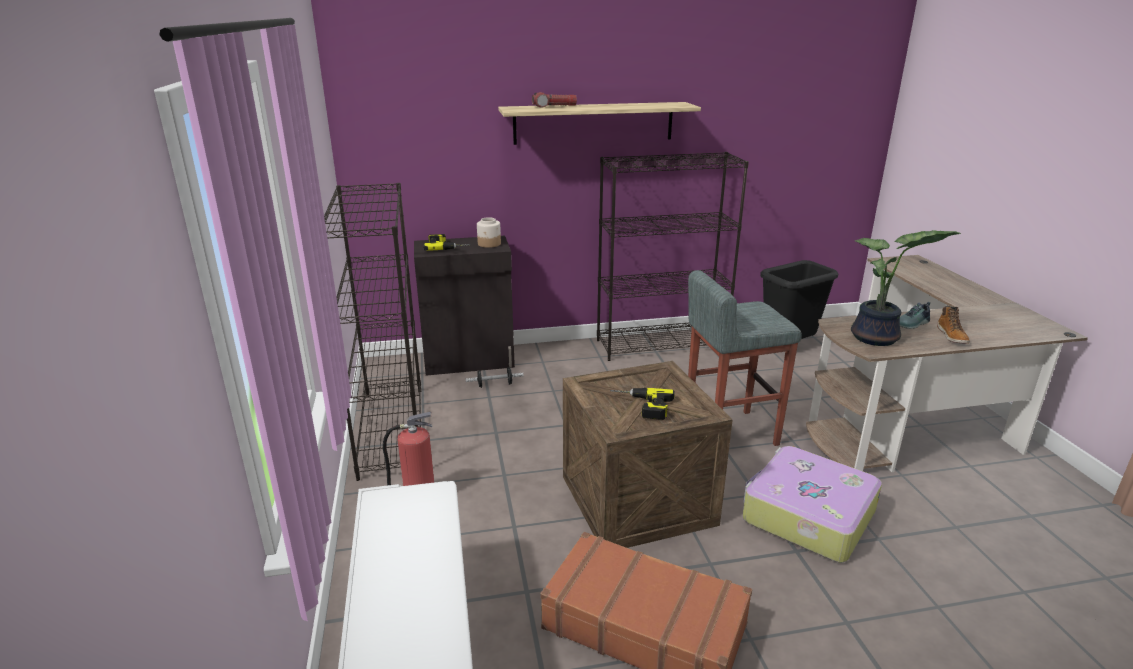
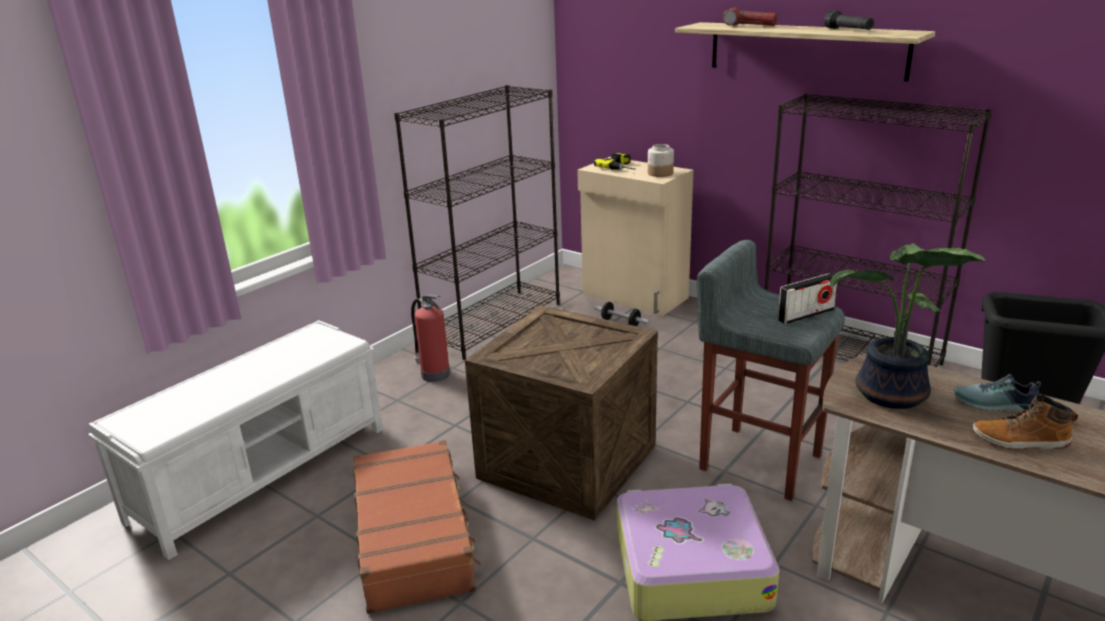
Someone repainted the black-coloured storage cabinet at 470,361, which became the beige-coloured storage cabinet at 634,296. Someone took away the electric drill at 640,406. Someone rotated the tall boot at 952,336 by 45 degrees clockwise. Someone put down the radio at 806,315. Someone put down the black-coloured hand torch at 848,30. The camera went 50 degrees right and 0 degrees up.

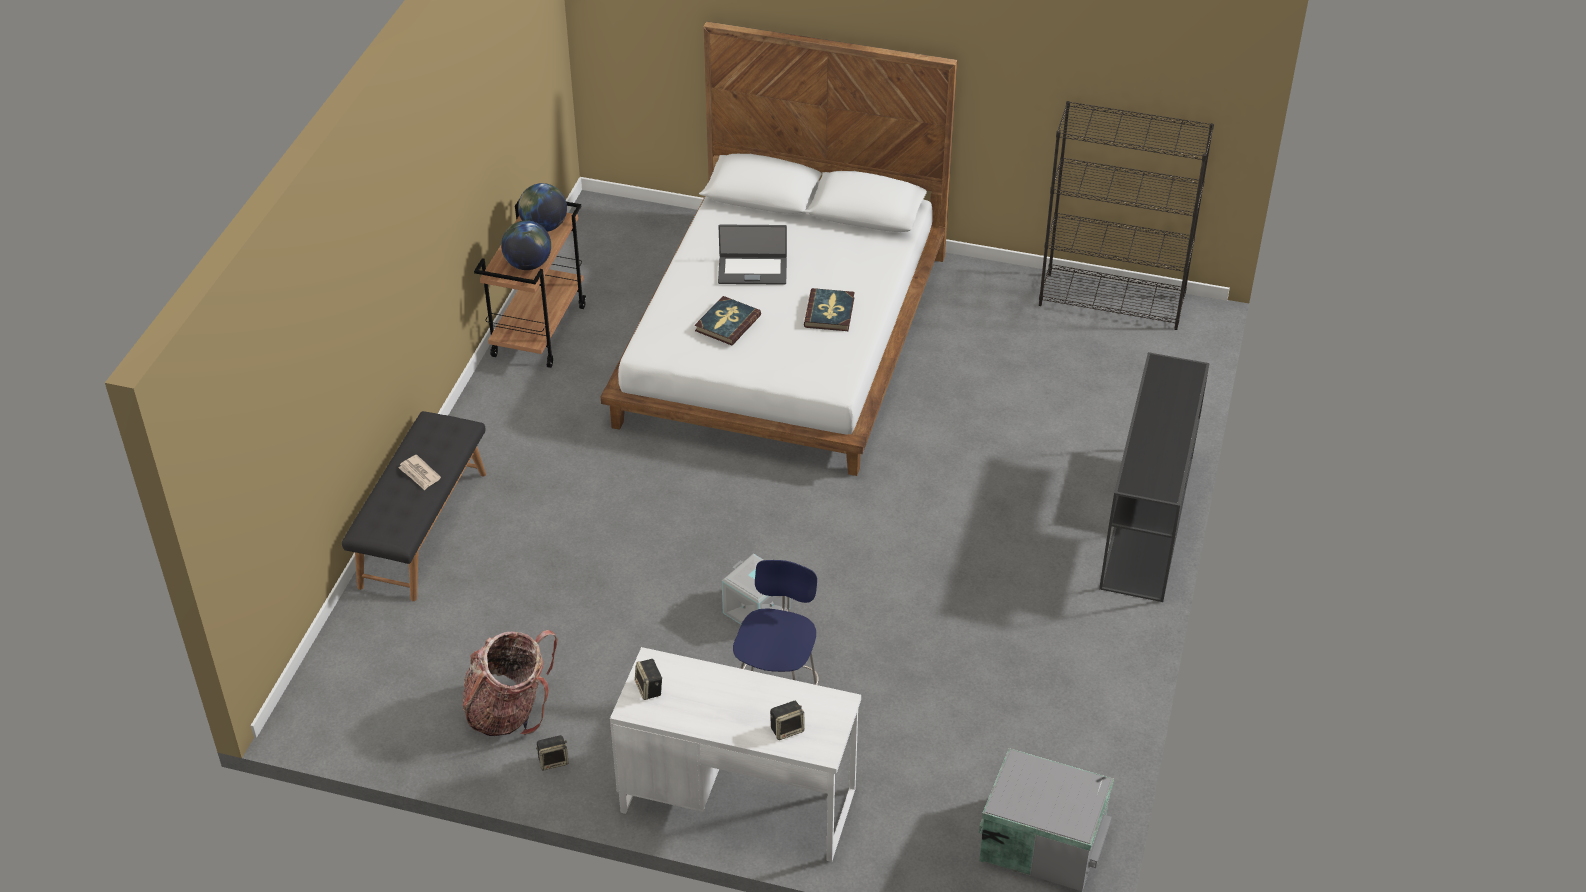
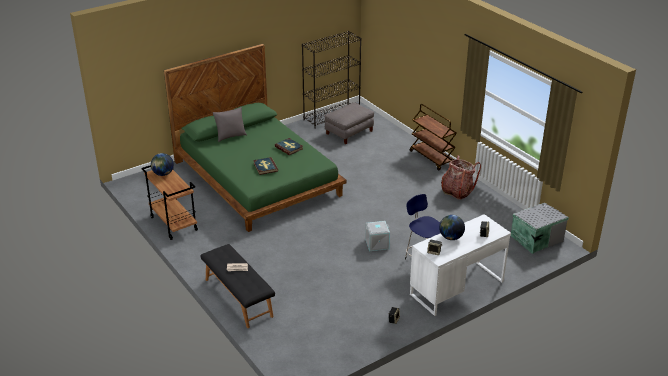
Someone carried the backpack from 510,711 to 457,192. Someone carried the desk globe from 528,264 to 450,237. Someone repainted the white-coloured sleeping bed at 783,339, which became the green-coloured sleeping bed at 258,178. Someone took away the portable computer at 752,270. Someone swapped the black-coloured console table at 1147,523 for the brown-coloured cart at 432,158. Someone put down the greyish throw pillow at 230,136. Someone put down the greyish pouffe at 349,132. The camera went 50 degrees left and 10 degrees down.

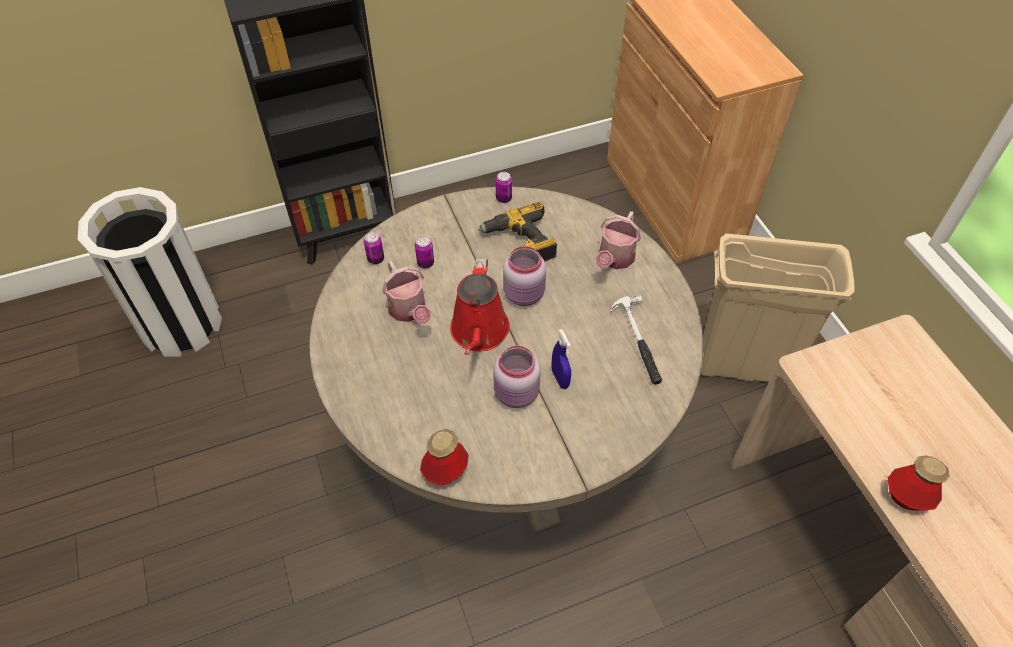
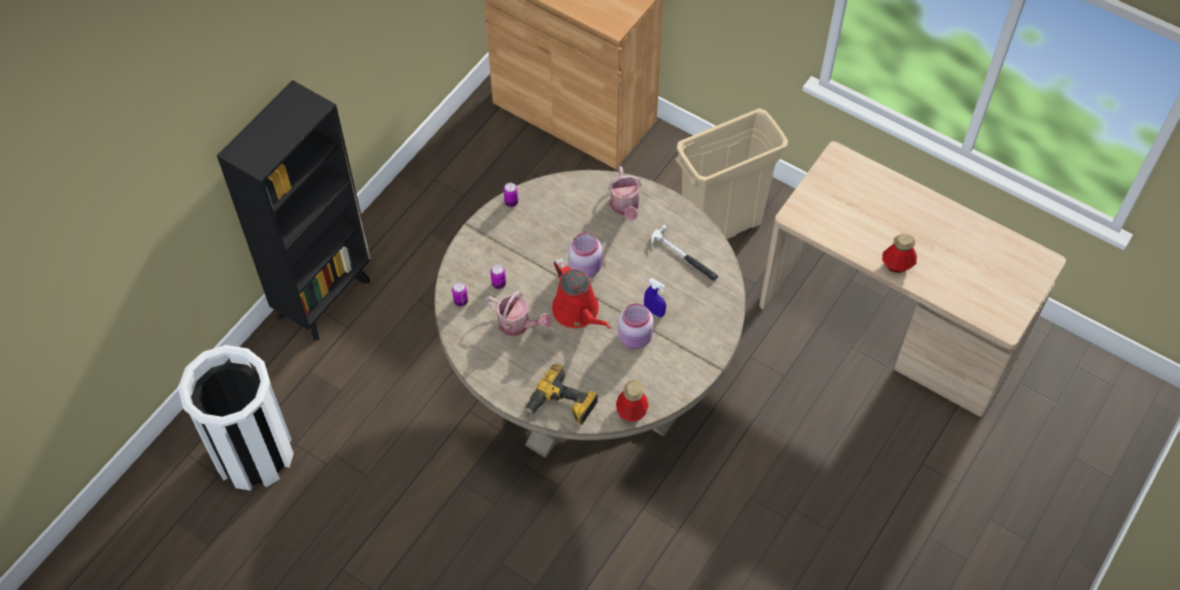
Someone carried the electric drill from 521,243 to 561,405. The camera went 35 degrees left and 5 degrees up.

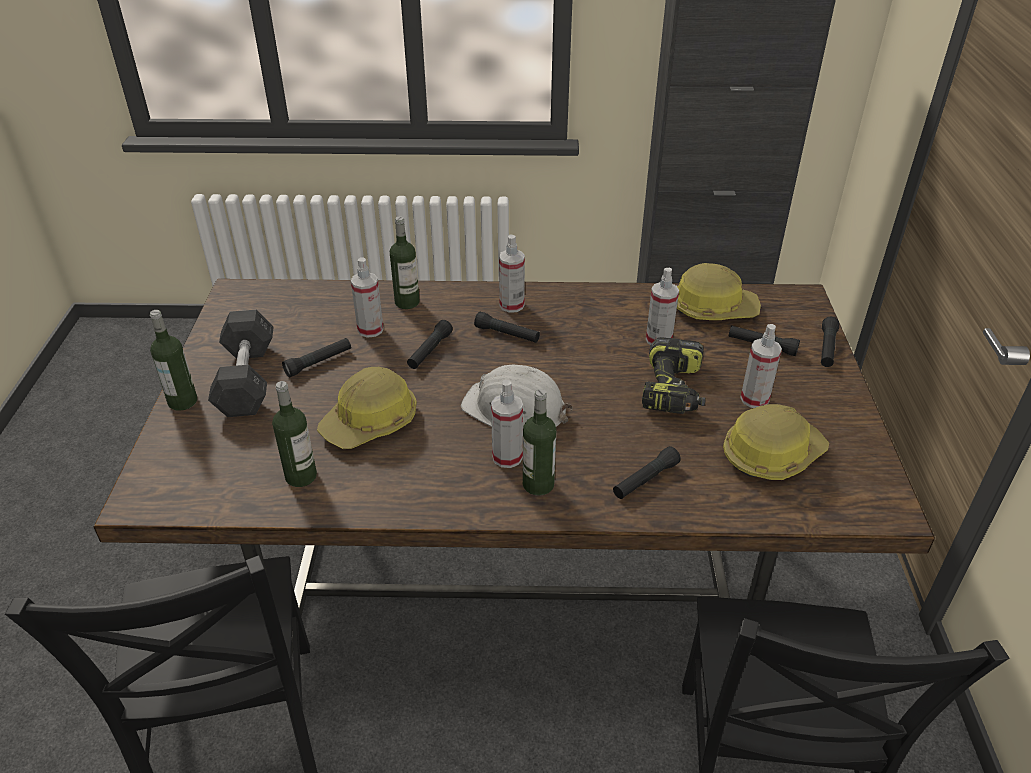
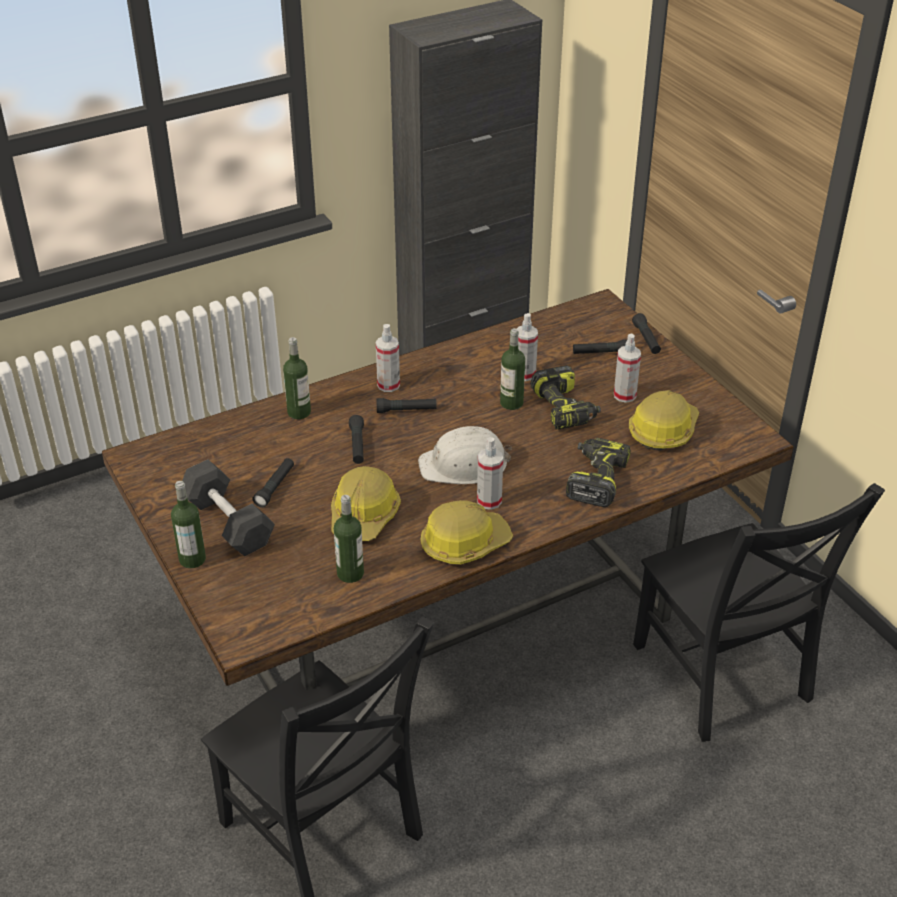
Someone took away the spray bottle at 370,329. Someone carried the bottle from 538,484 to 511,403. Someone swapped the black-coloured hand torch at 645,480 for the electric drill at 595,479. Someone carried the safety helmet from 712,308 to 464,543. The camera went 30 degrees left and 0 degrees up.

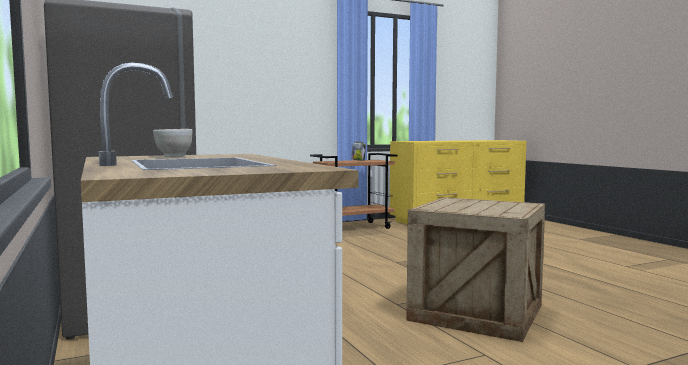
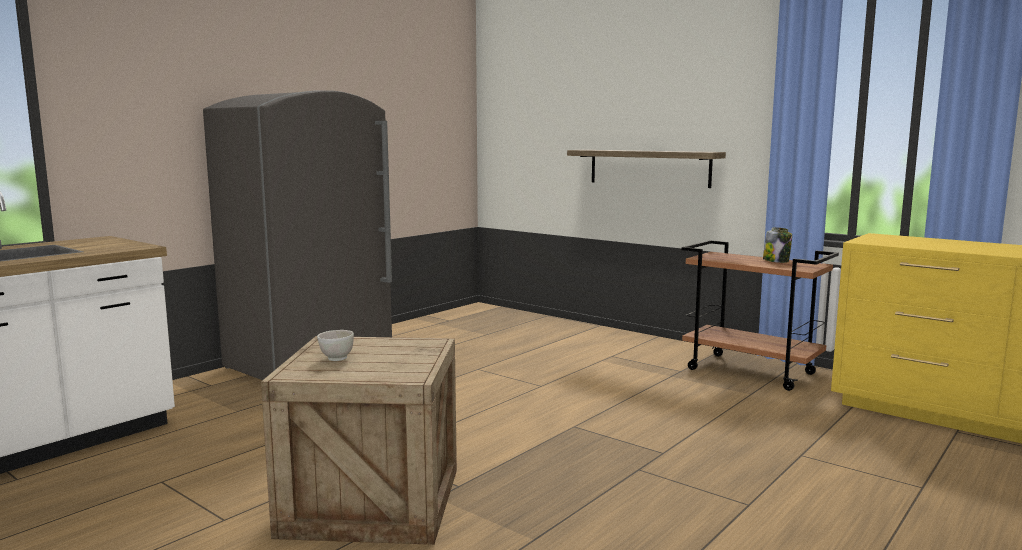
Someone carried the white-coloured deep dish from 173,156 to 336,358. Someone put up the shelf at 649,167. The camera went 65 degrees right and 5 degrees up.

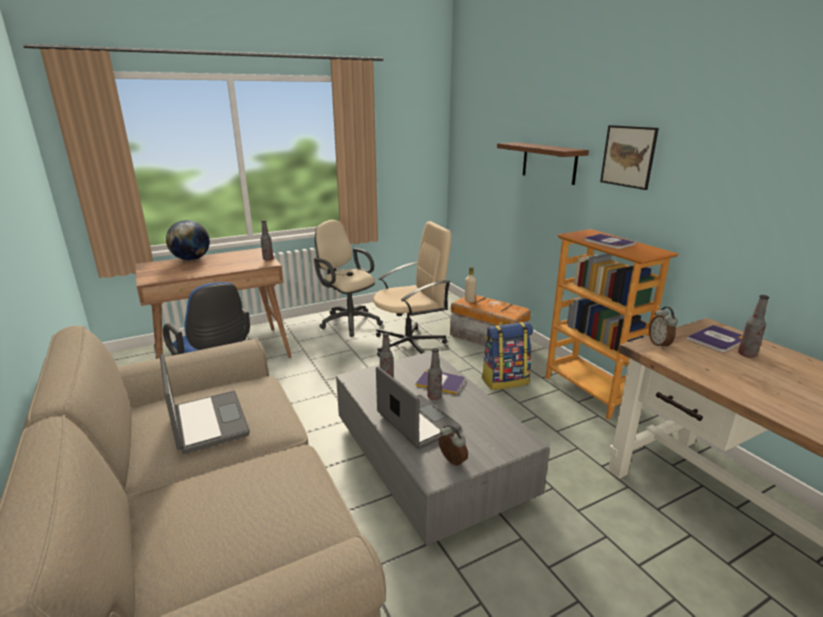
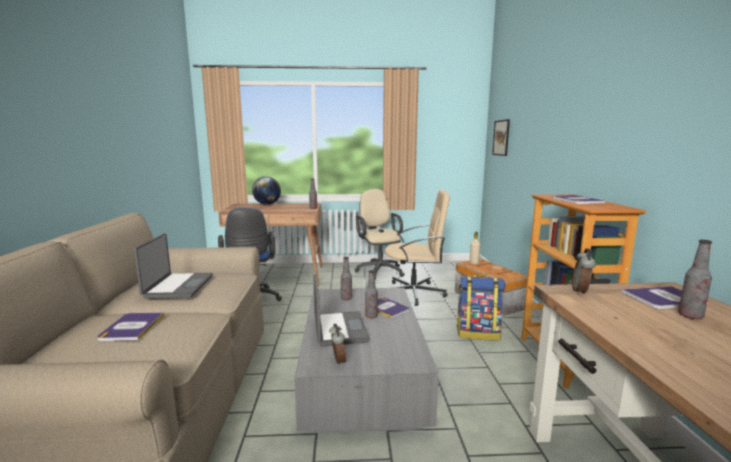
Someone took away the brown-coloured shelf at 549,163. Someone carried the picture from 628,156 to 501,137. Someone put down the volume at 132,327. The camera went 25 degrees right and 10 degrees down.

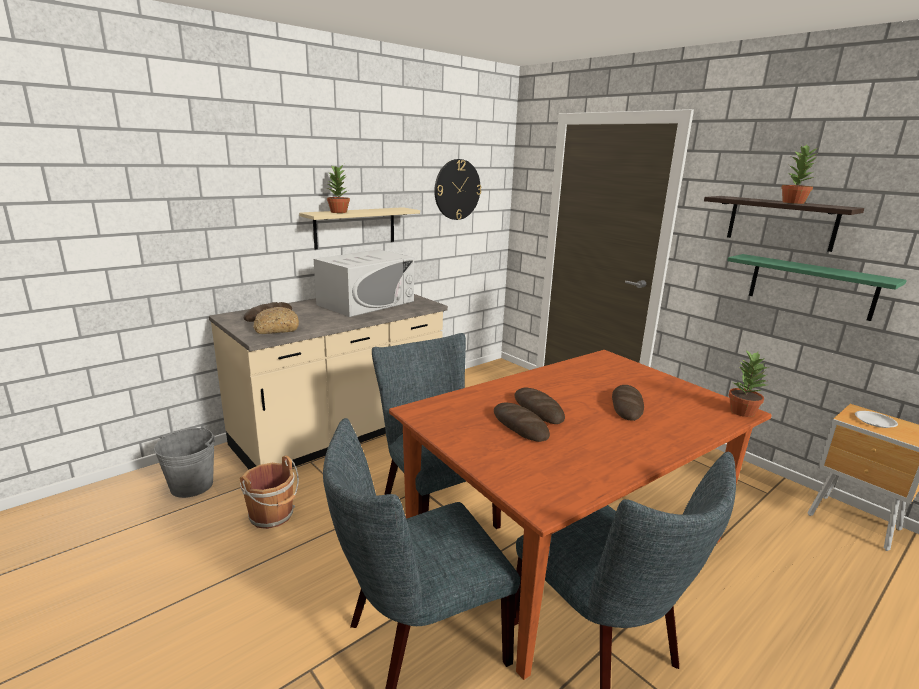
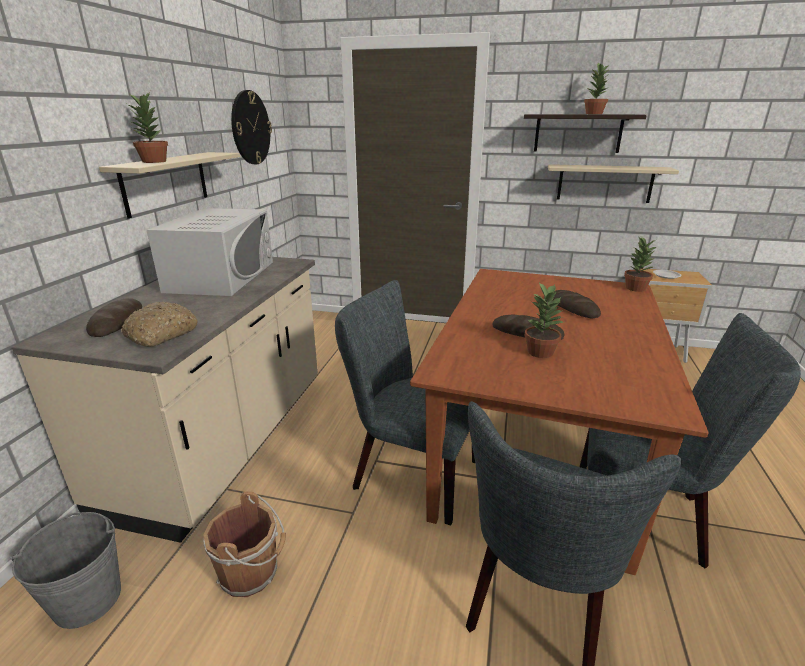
Someone swapped the bakery bread at 520,426 for the plant in a pot at 540,352. Someone repainted the green-coloured shelf at 811,286, which became the beige-coloured shelf at 604,183. The camera went 35 degrees left and 5 degrees up.

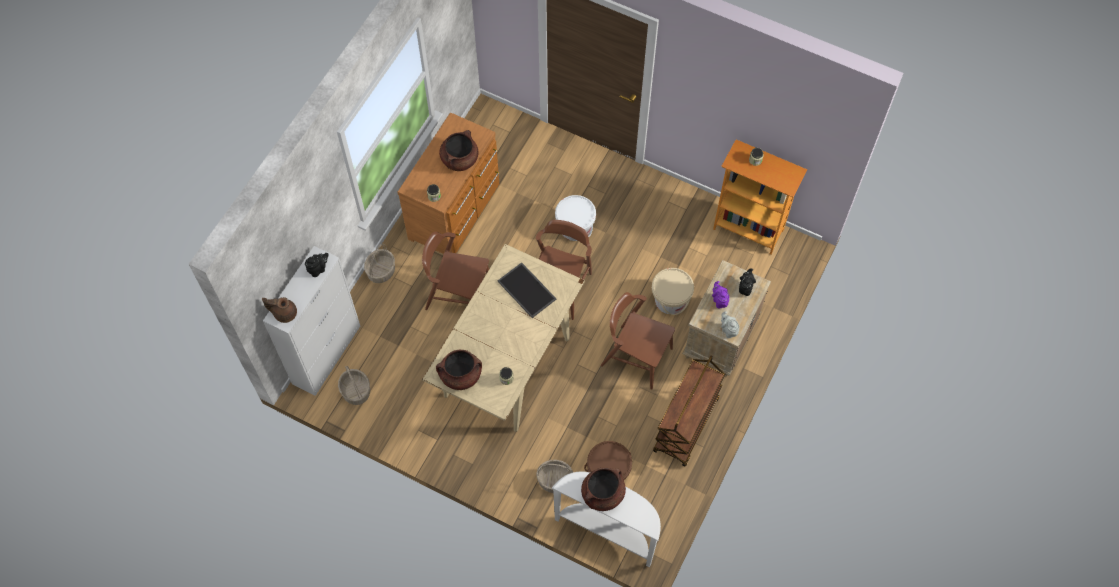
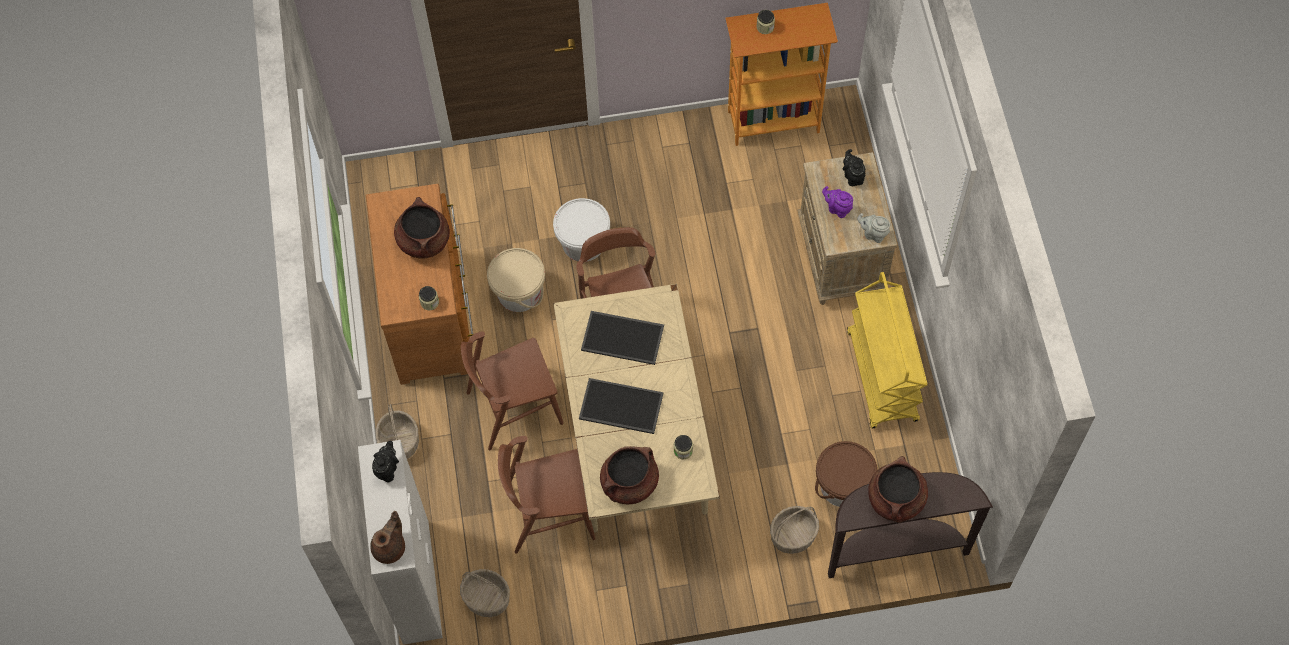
Someone rotated the brown-coloured tea pot at 284,313 by 150 degrees clockwise. Someone repainted the white-coloured console table at 607,531, which became the brown-coloured console table at 894,548. Someone carried the brown-coloured plain chair from 636,357 to 549,513. Someone carried the beige-coloured pail from 670,300 to 519,293. Someone repainted the brown-coloured cart at 686,426, which became the yellow-coloured cart at 882,377. Someone put down the tray at 620,407. The camera went 35 degrees left and 0 degrees up.

